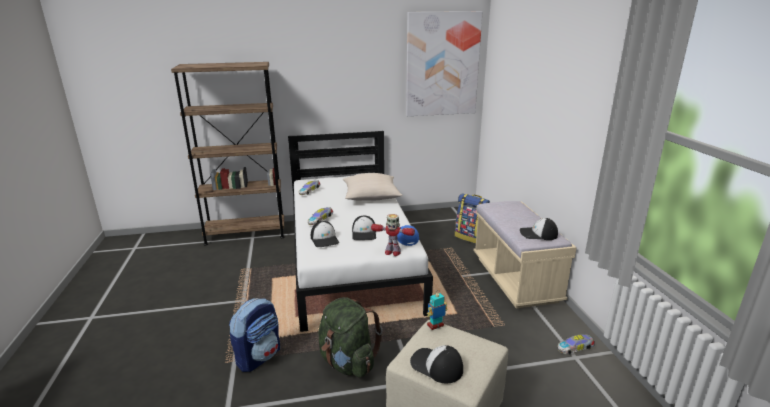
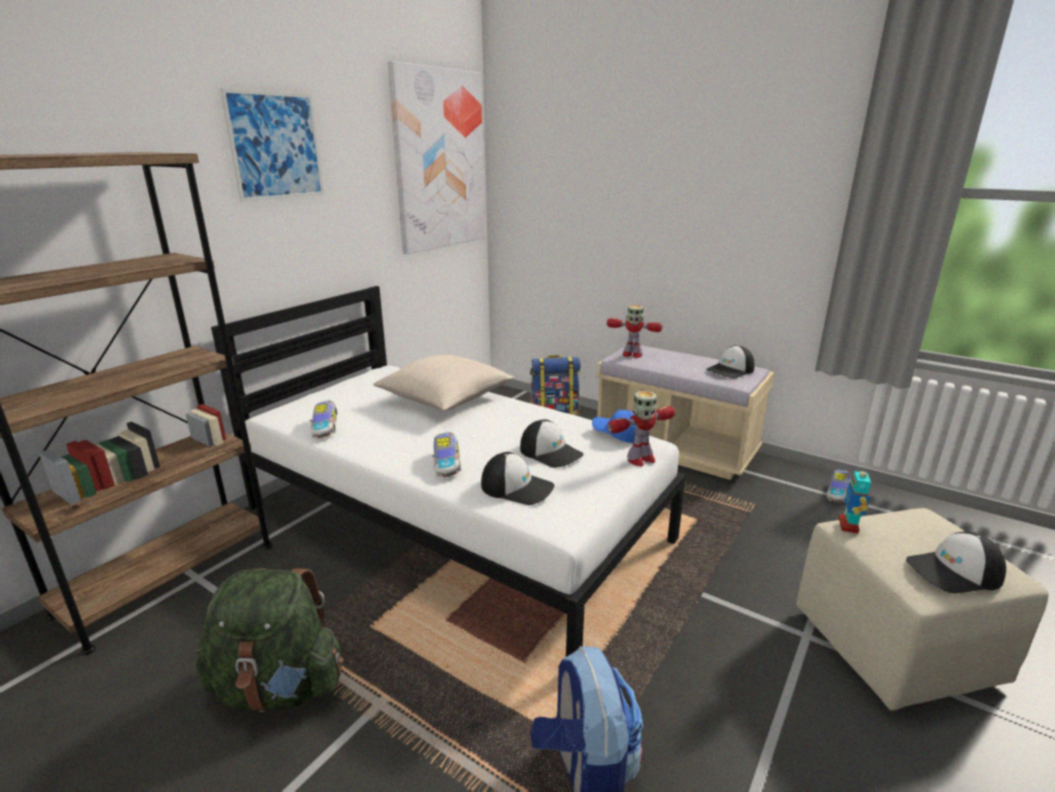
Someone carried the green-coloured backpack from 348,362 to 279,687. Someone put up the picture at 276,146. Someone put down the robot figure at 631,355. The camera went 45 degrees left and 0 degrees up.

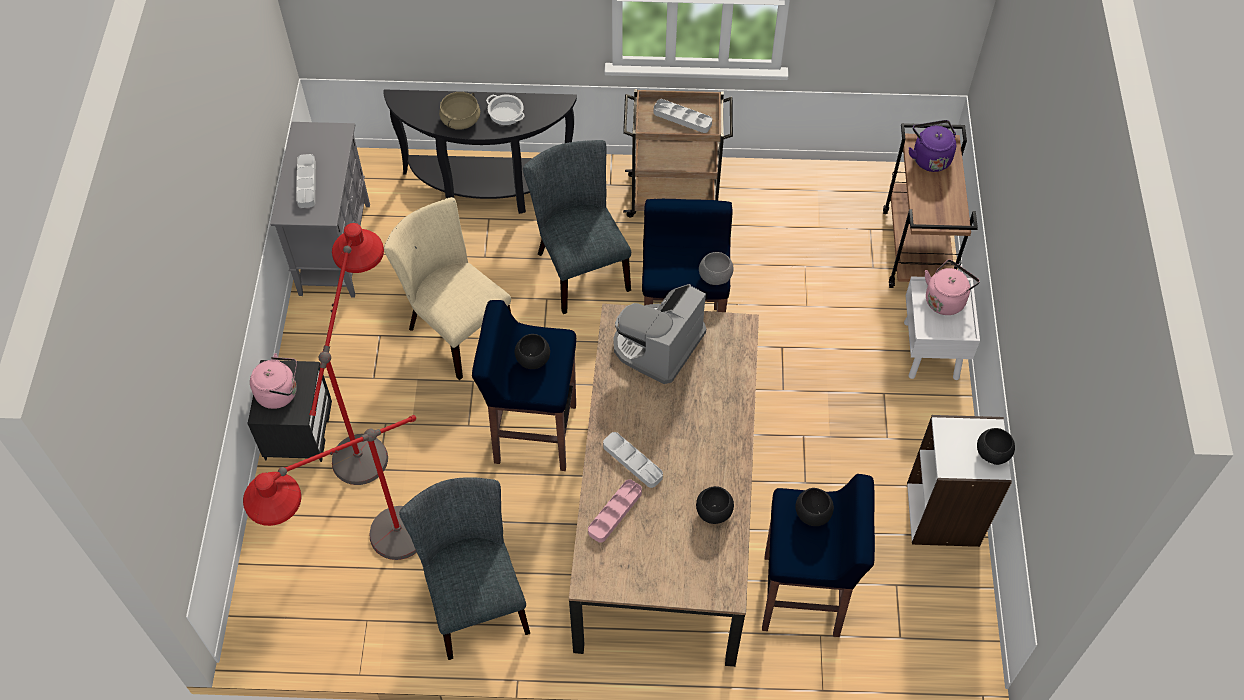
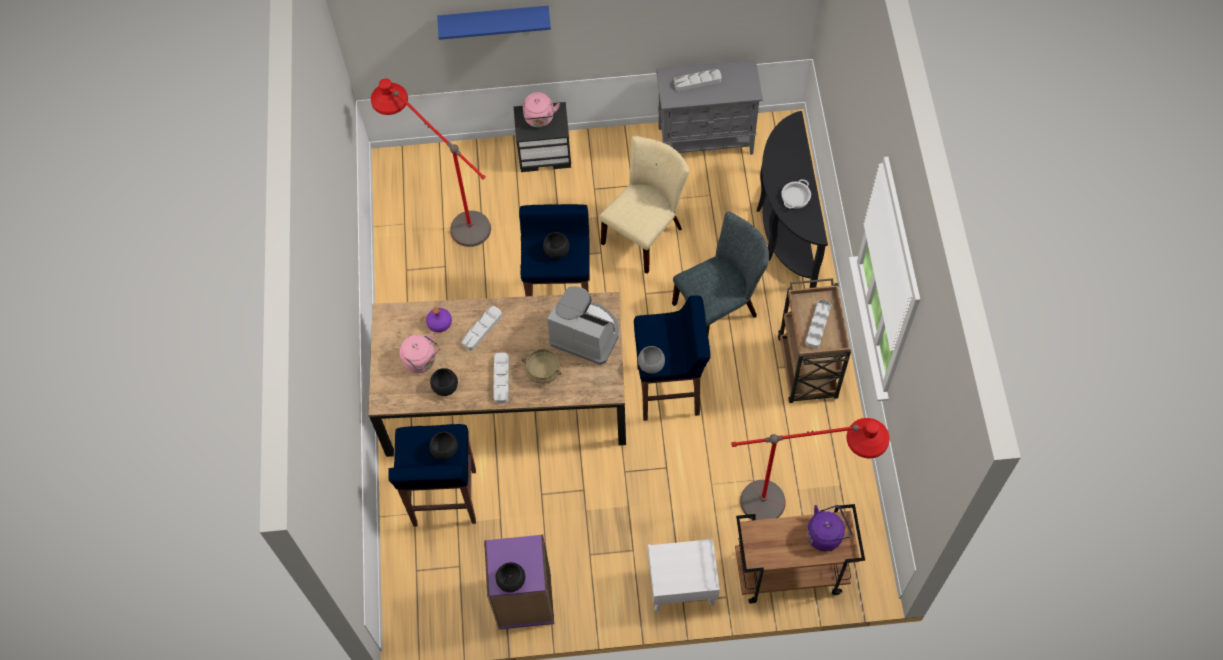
Someone carried the red-coloured standing lamp from 372,425 to 795,504. Someone took away the greyish plain chair at 474,598. Someone carried the beige-coloured cooking pot from 461,120 to 543,371. Someone swapped the pinkish tray at 615,512 for the purple bottle at 439,323. Someone repainted the white-coloured shelving unit at 944,514, which became the purple shelving unit at 524,601. Someone carried the pinkish tea kettle from 946,299 to 422,361. Someone put up the bluish shelf at 494,20. Someone put down the greyish tray at 501,379. The camera went 85 degrees right and 5 degrees up.

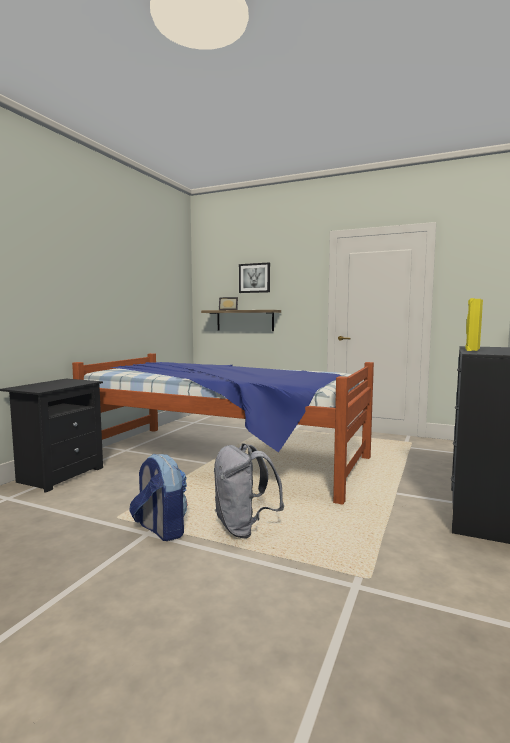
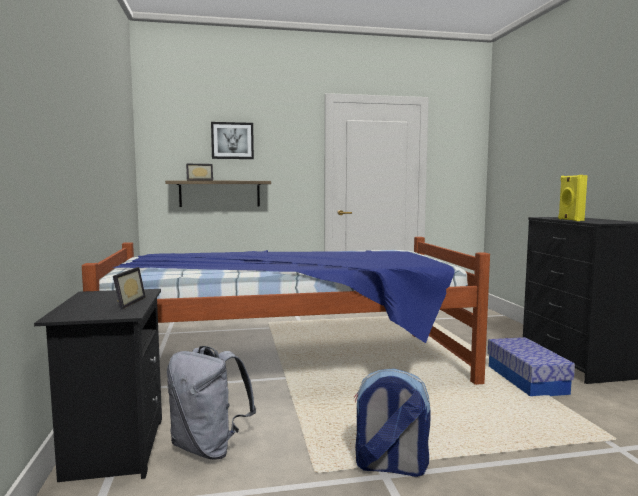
Someone carried the greyish backpack from 244,528 to 209,448. Someone put down the standing frame at 125,303. Someone put down the storage box at 526,380. The camera went 35 degrees left and 0 degrees up.

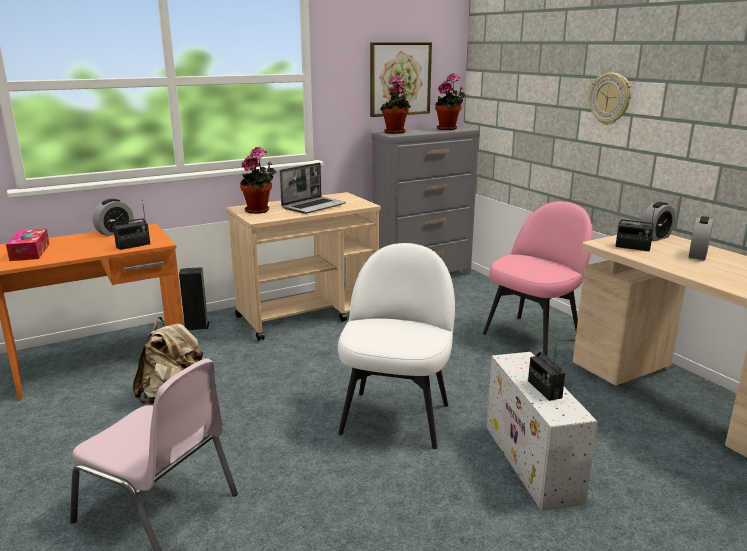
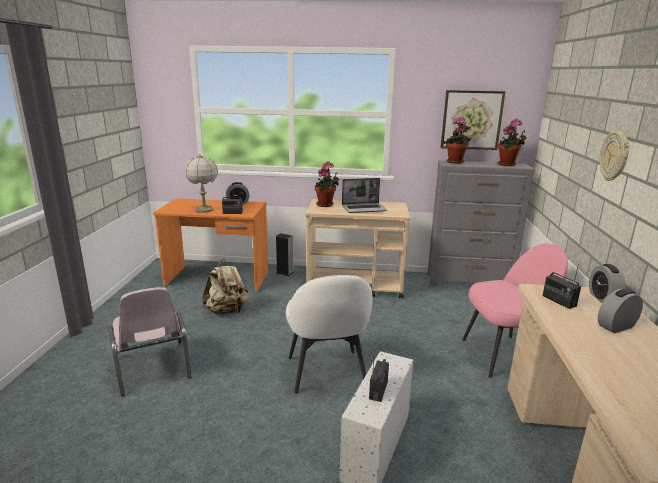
Someone took away the tissue box at 30,252. Someone rotated the white-coloured plain chair at 396,417 by 120 degrees clockwise. Someone rotated the bedside clock at 655,237 by 90 degrees clockwise. Someone put down the lamp for a table at 204,210. The camera went 35 degrees right and 0 degrees up.

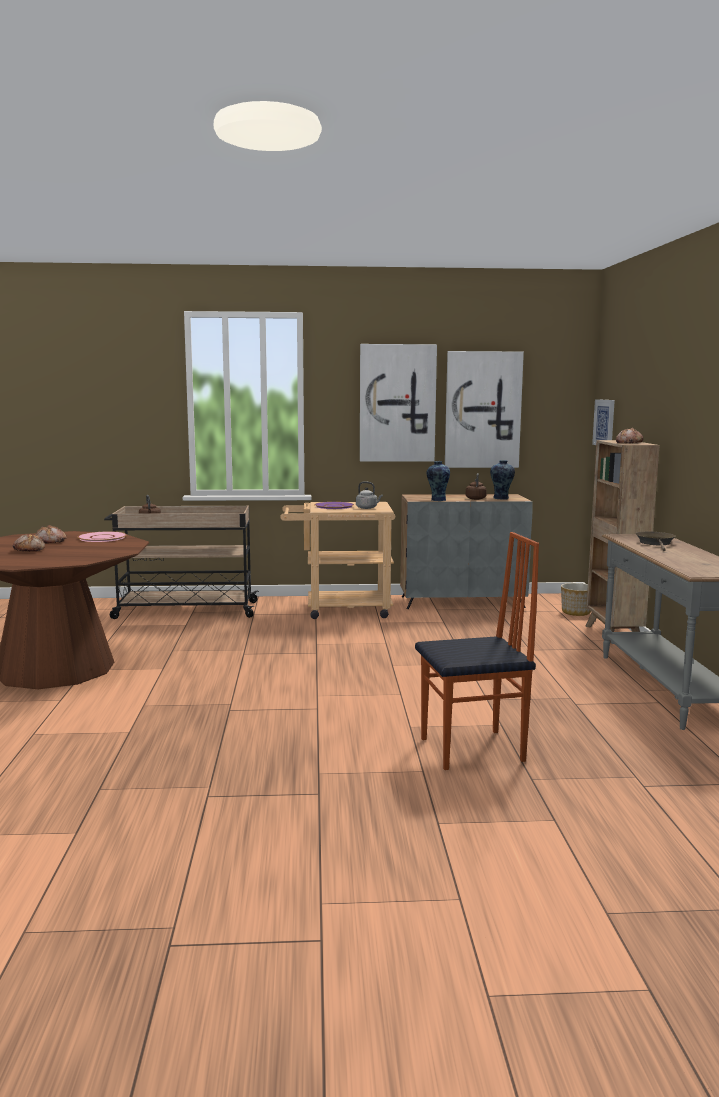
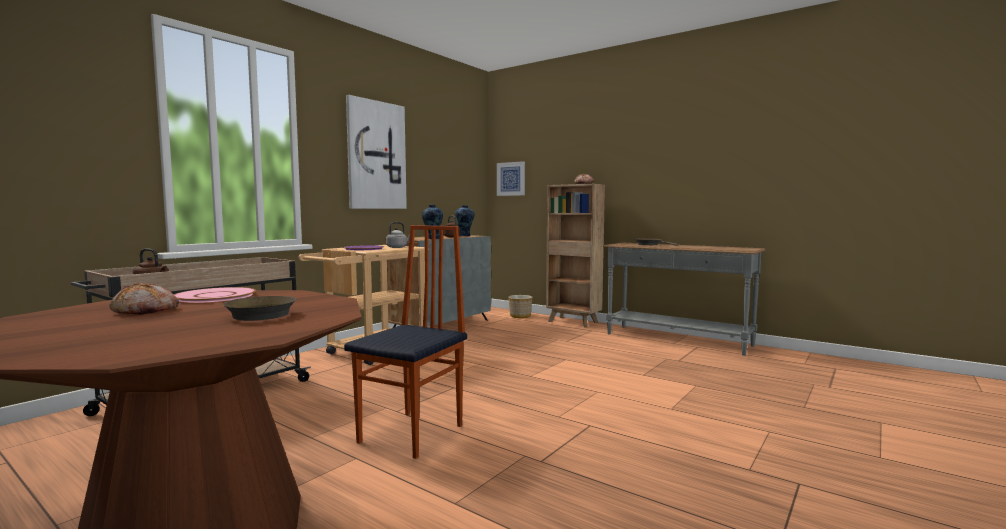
Someone took away the bakery bread at 29,550. Someone carried the plain chair from 473,750 to 413,433. Someone took away the picture at 482,410. Someone put down the brown-coloured frying pan at 259,314. The camera went 50 degrees left and 5 degrees down.

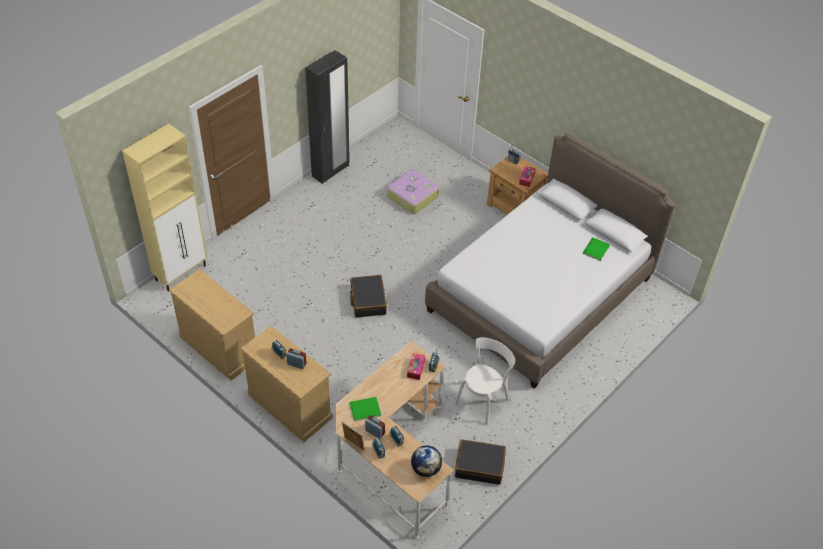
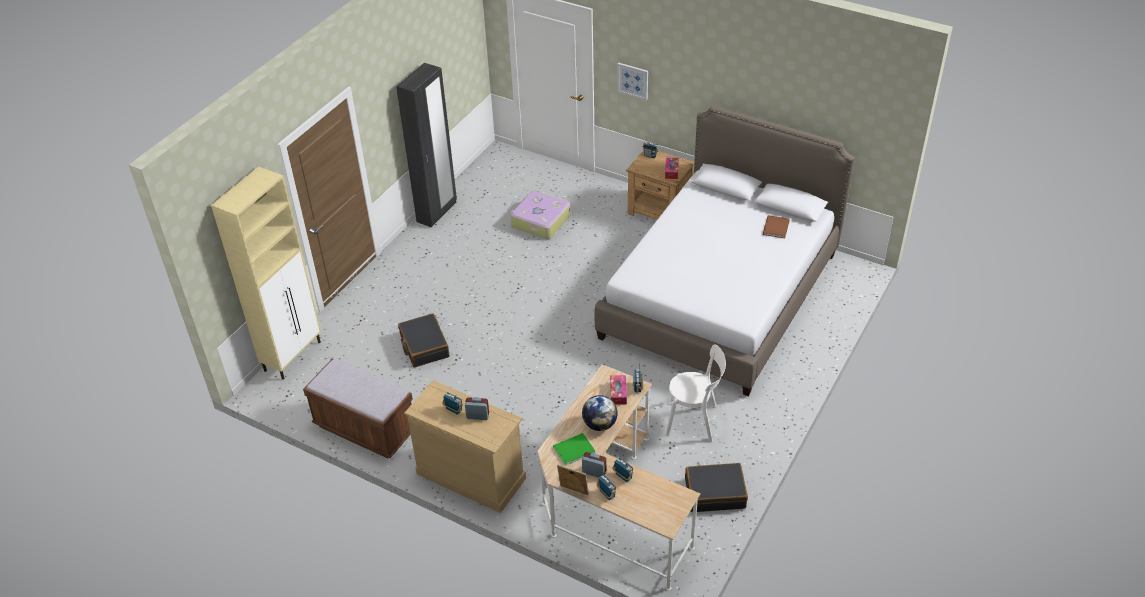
Someone swapped the beige-coloured chest of drawers at 219,347 for the brown-coloured bench at 365,429. Someone carried the black-coloured piece of luggage from 368,301 to 424,346. Someone carried the desk globe from 425,469 to 599,424. Someone rotated the white-coloured plain chair at 483,399 by 75 degrees clockwise. Someone repainted the green-coloured volume at 595,250, which became the brown-coloured volume at 775,228. Someone put up the picture at 633,80. The camera went 10 degrees left and 5 degrees down.

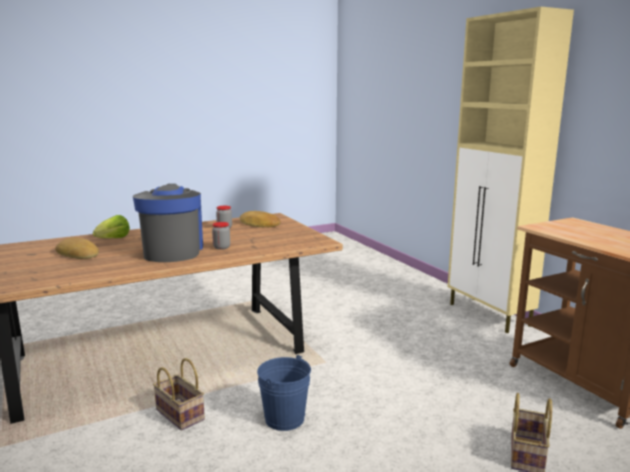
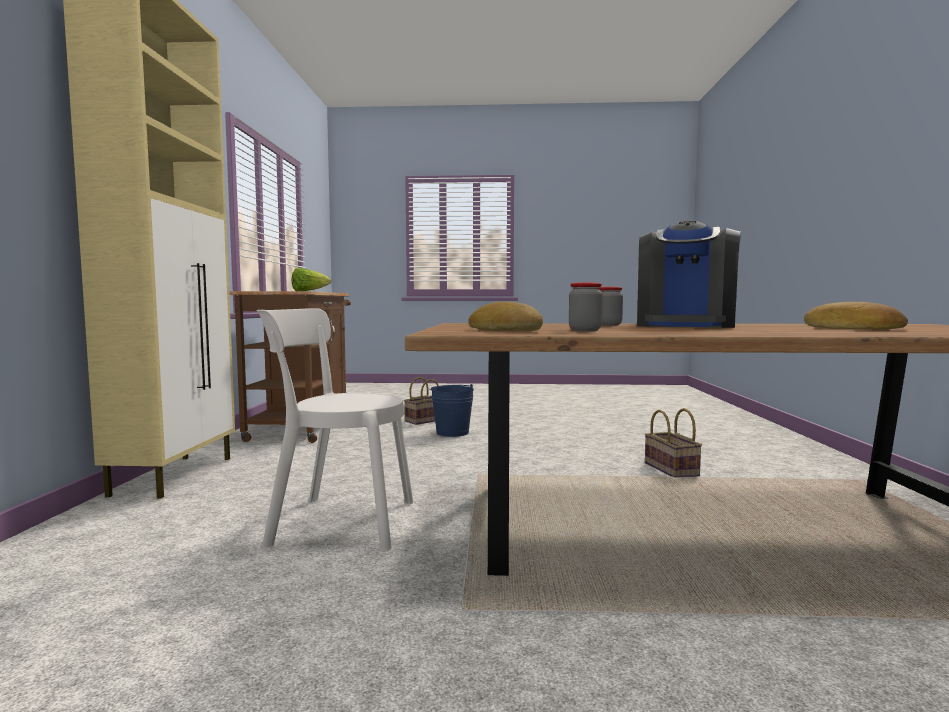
Someone carried the head of lettuce from 113,240 to 309,292. Someone carried the bluish pail from 284,418 to 452,432. Someone put down the white-coloured plain chair at 337,521. The camera went 150 degrees left and 10 degrees down.

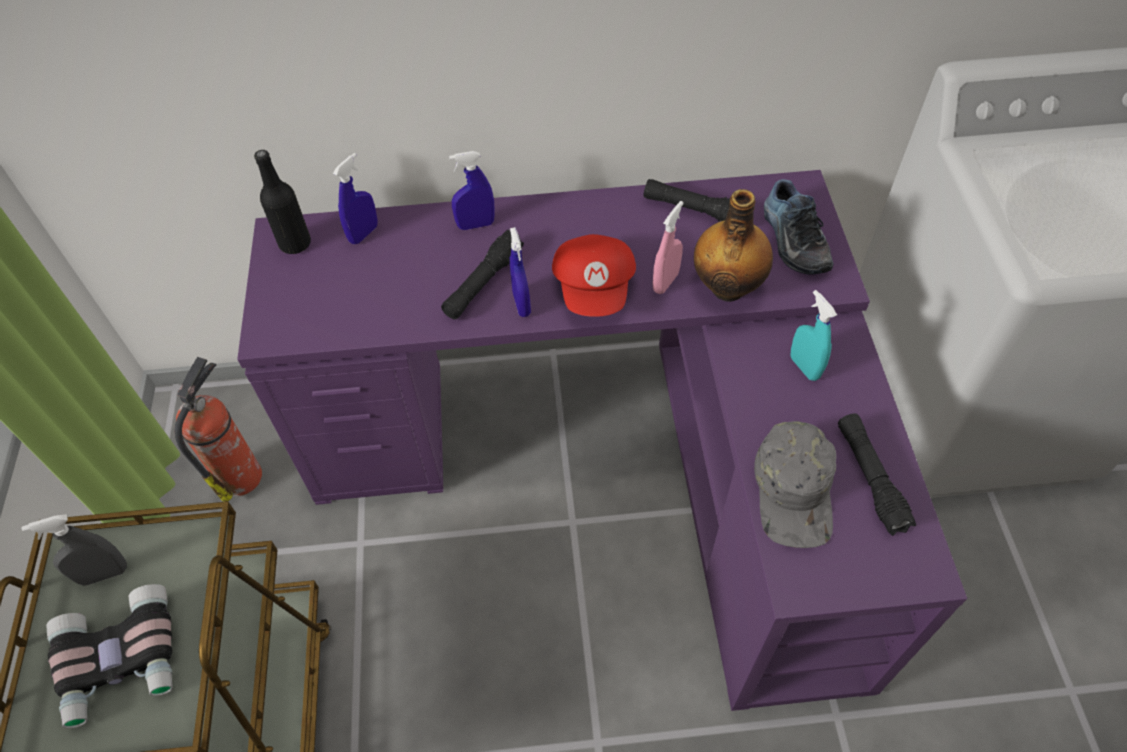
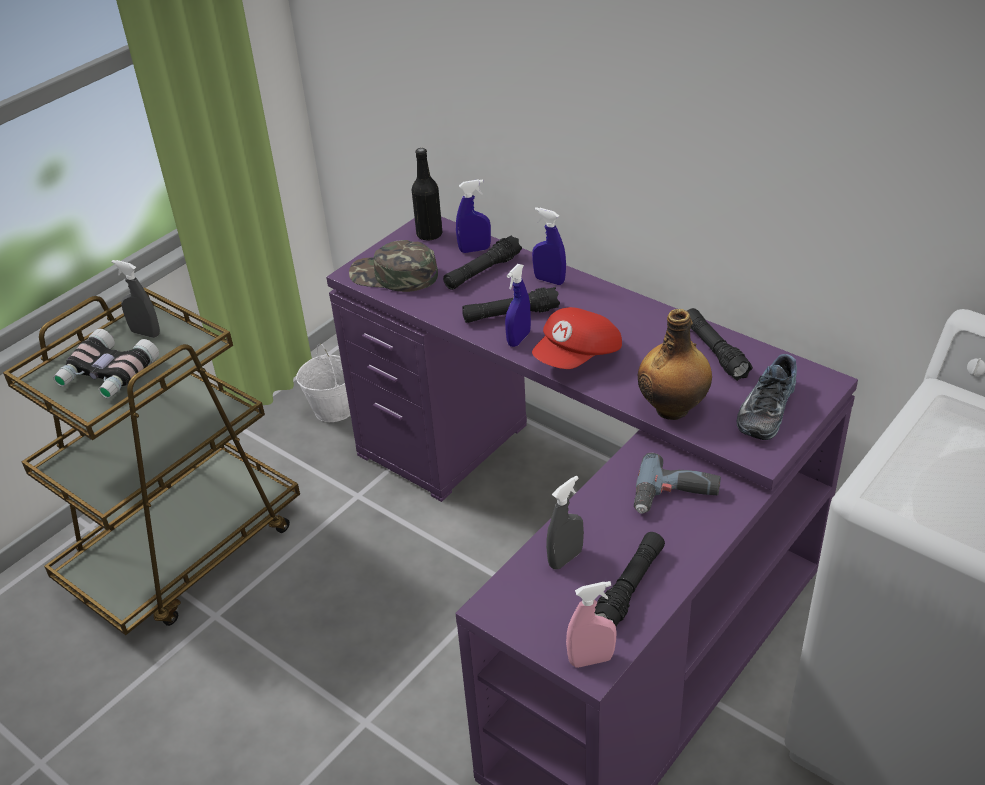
Someone swapped the fire-fighting cylinder at 241,475 for the white-coloured pail at 335,409. Someone carried the pinkish spray bottle from 665,282 to 591,660. Someone swapped the greyish peaked cap at 795,491 for the greyish spray bottle at 565,558. Someone swapped the turquoise-coloured spray bottle at 804,367 for the electric drill at 675,497. Someone put down the green-coloured peaked cap at 393,275. Someone put down the black-coloured hand torch at 482,271. The camera went 45 degrees right and 15 degrees down.

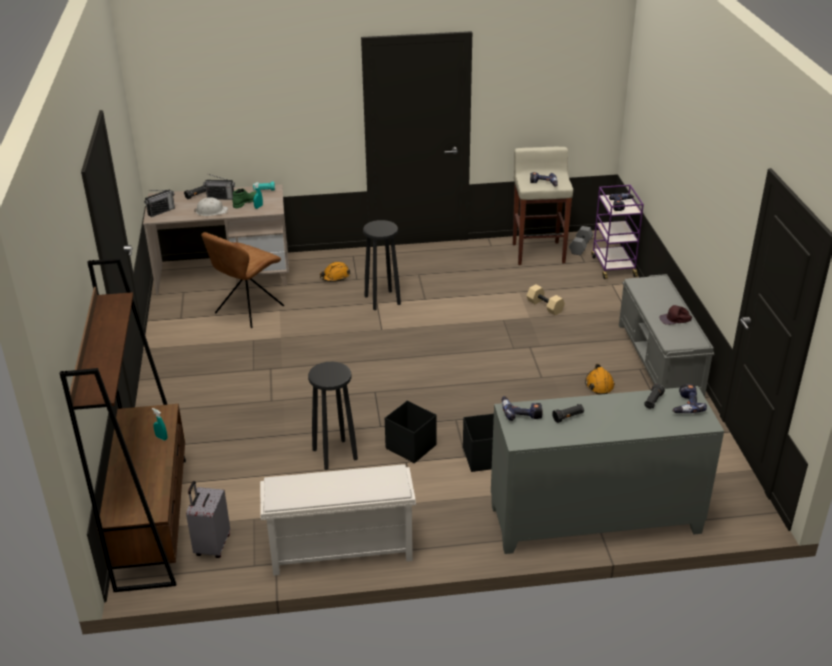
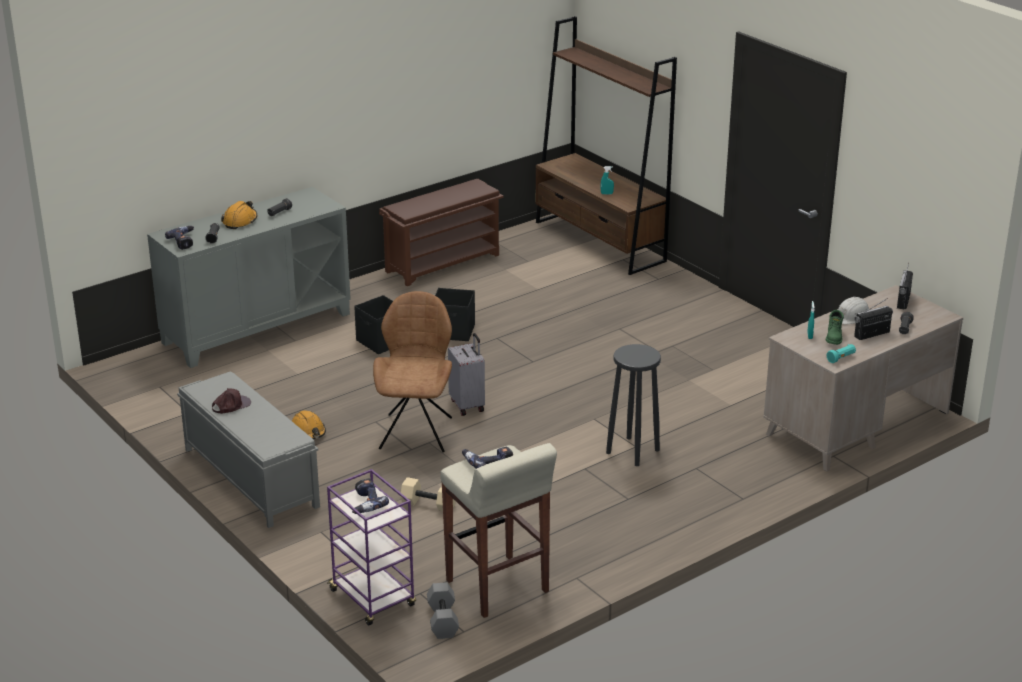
Someone carried the greyish piece of luggage from 211,546 to 468,405. Someone carried the brown-coloured plain chair from 247,310 to 416,431. Someone repainted the white-coloured shoe stand at 340,551, which became the brown-coloured shoe stand at 443,263. Someone took away the black-coloured stool seat at 334,454. Someone carried the orange safety helmet from 335,277 to 240,221. Someone took away the electric drill at 521,412. The camera went 150 degrees right and 5 degrees down.

